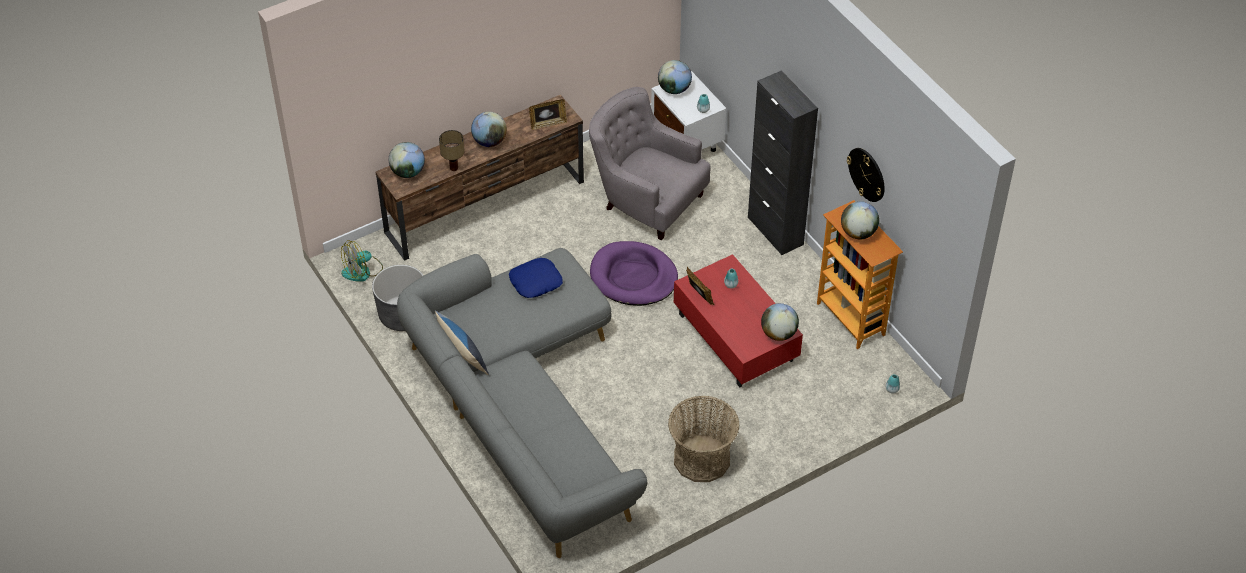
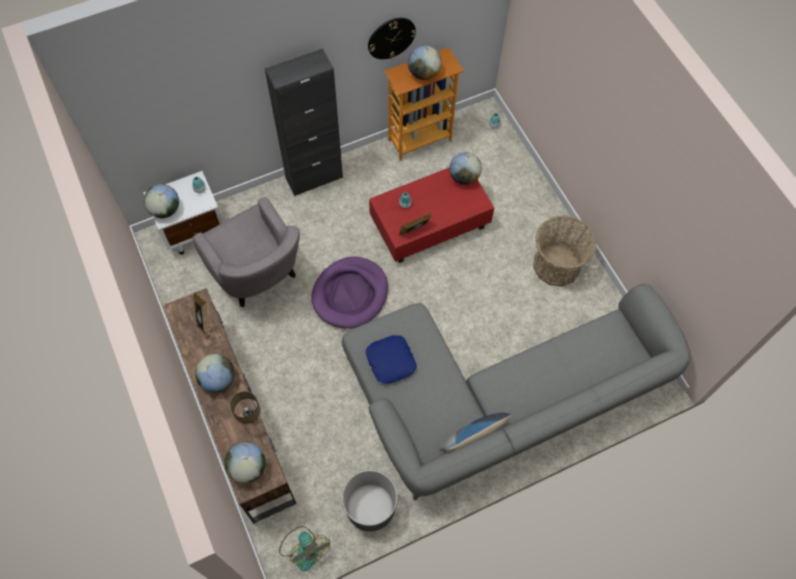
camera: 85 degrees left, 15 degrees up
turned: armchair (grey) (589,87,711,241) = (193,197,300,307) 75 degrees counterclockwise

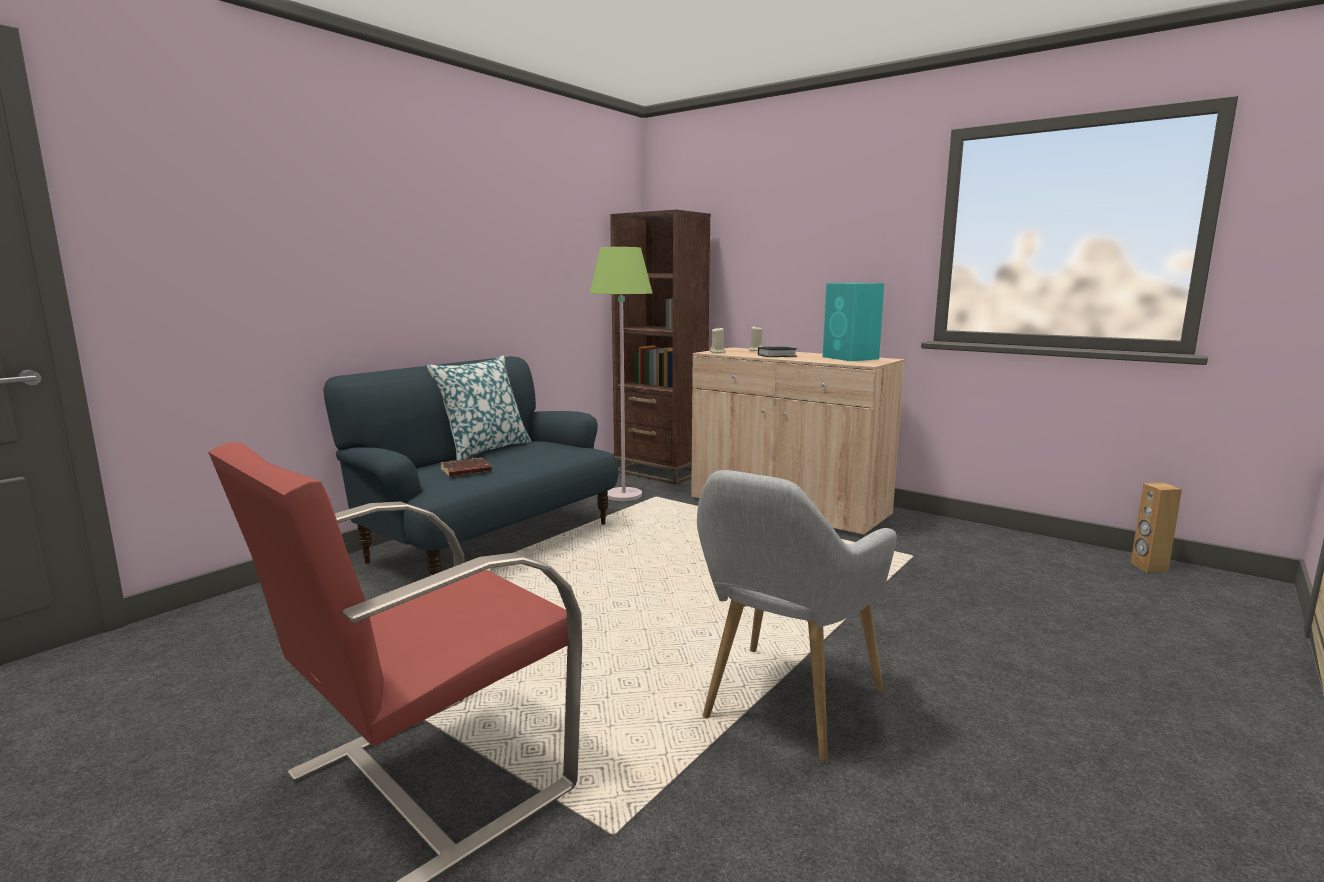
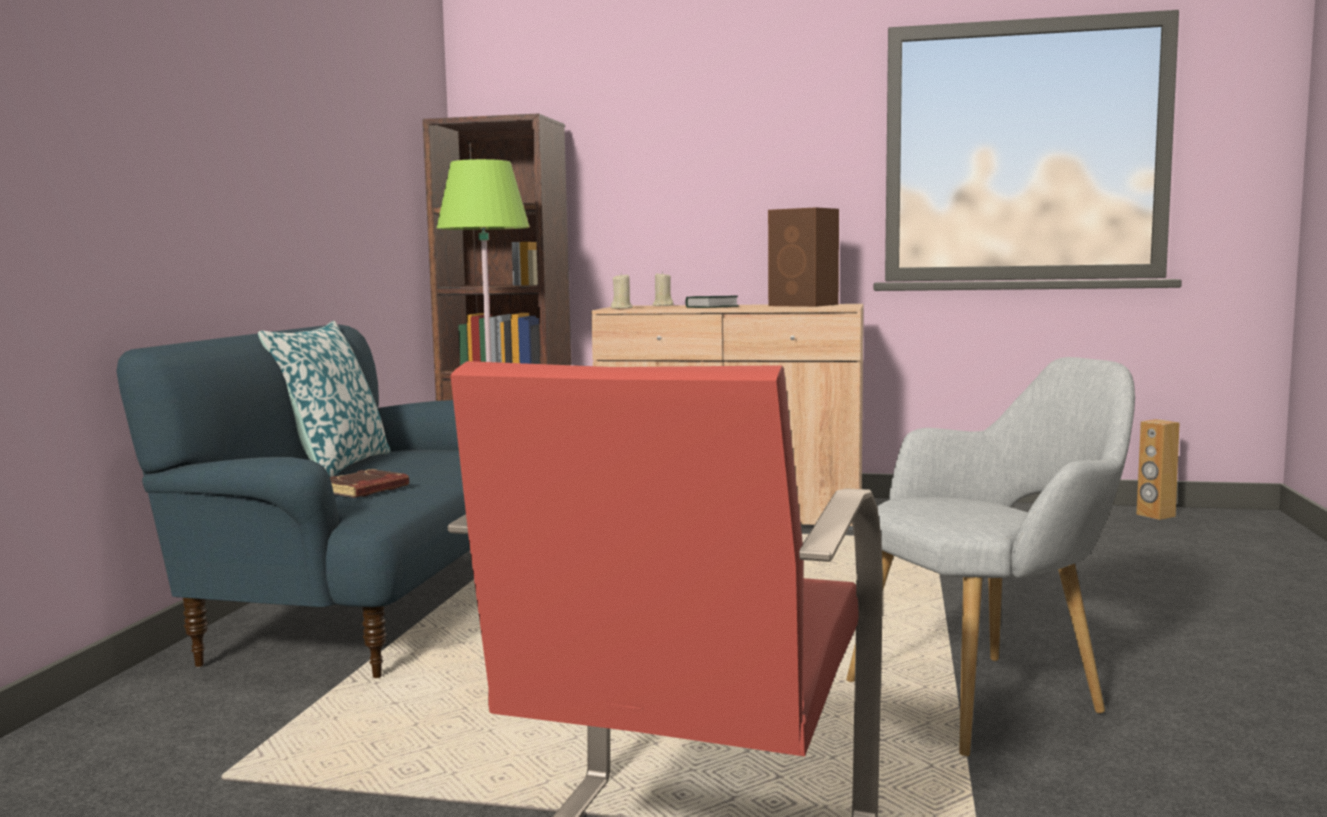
camera: 25 degrees left, 5 degrees down
recoloured: speaker (turquoise) (823,283,884,361) to speaker (brown) (768,207,839,307)
turned: armchair (grey) (697,470,897,762) = (846,357,1135,757) 120 degrees counterclockwise

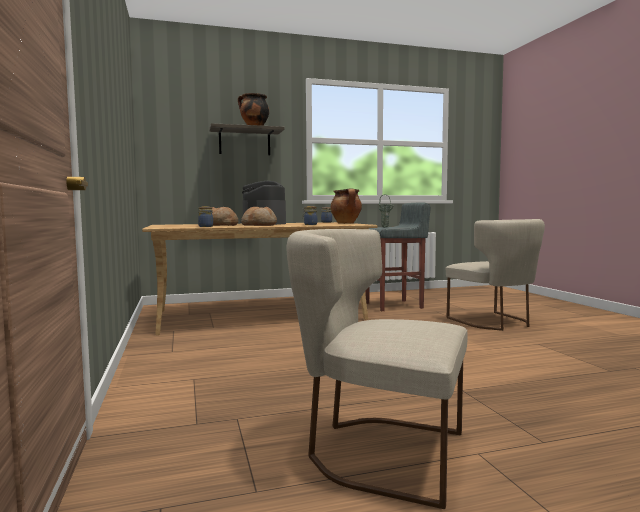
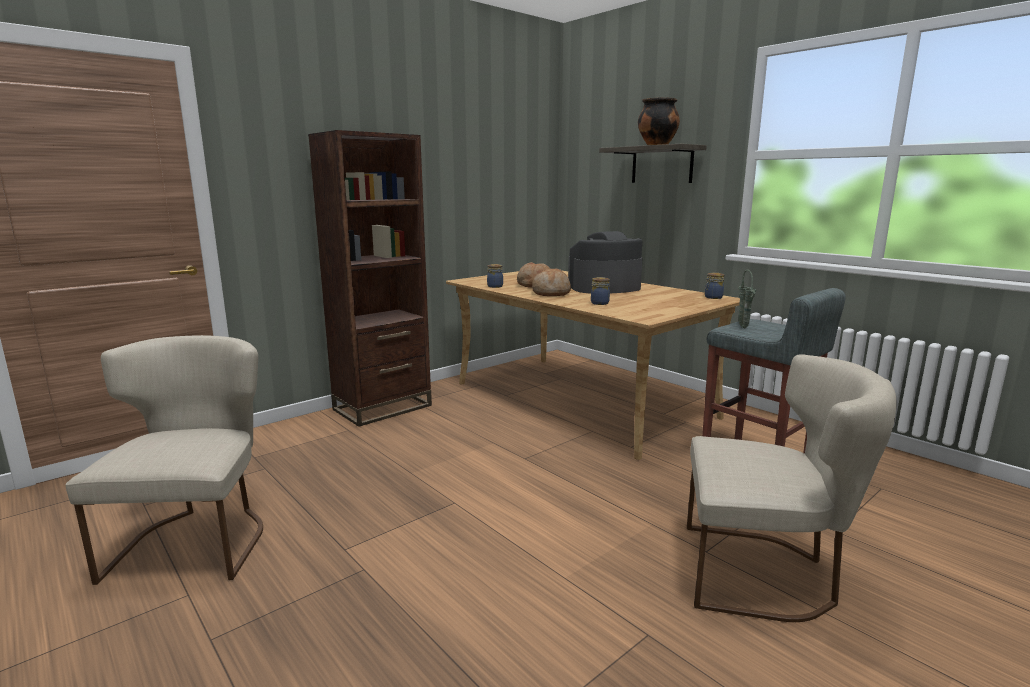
camera: 65 degrees right, 10 degrees up
removed: cooking pot (331,188,362,224)
added: bookcase (brown) (308,130,432,427)
turned: chair (beige) (446,219,545,331) = (687,354,897,622) 120 degrees counterclockwise

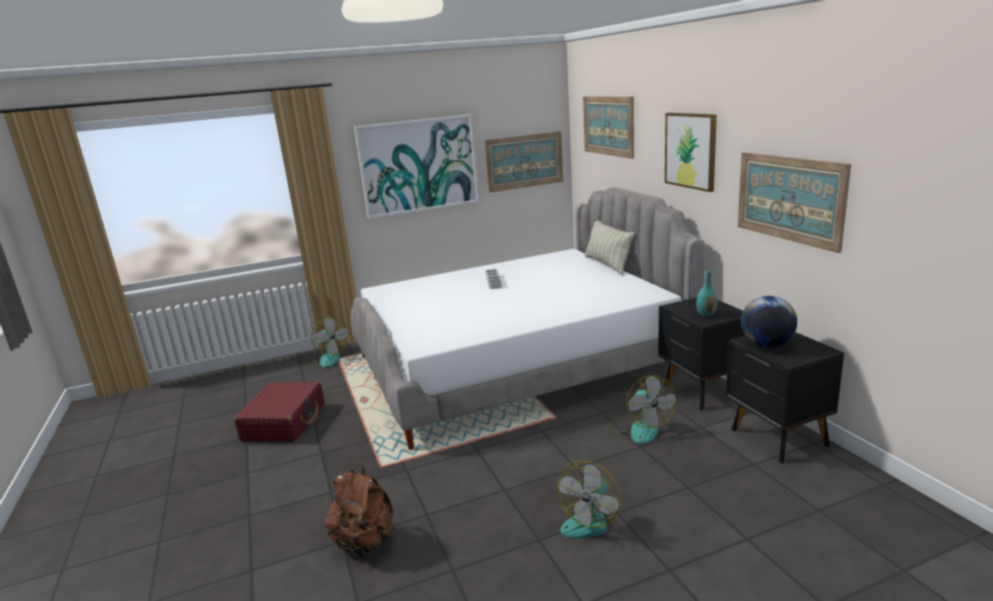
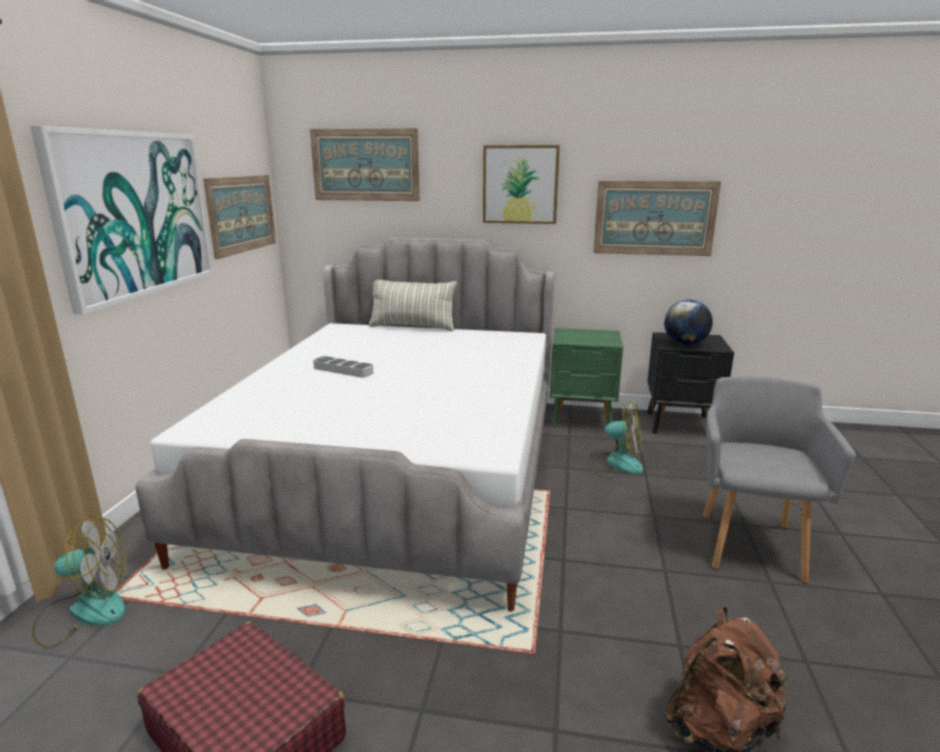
camera: 60 degrees left, 0 degrees up
removed: vase (turquoise) (696,271,717,317)
replaced: fan (558,461,621,539) to armchair (grey) (703,376,856,584)
recoloured: nightstand (black) (658,297,745,410) to nightstand (green) (550,328,623,427)

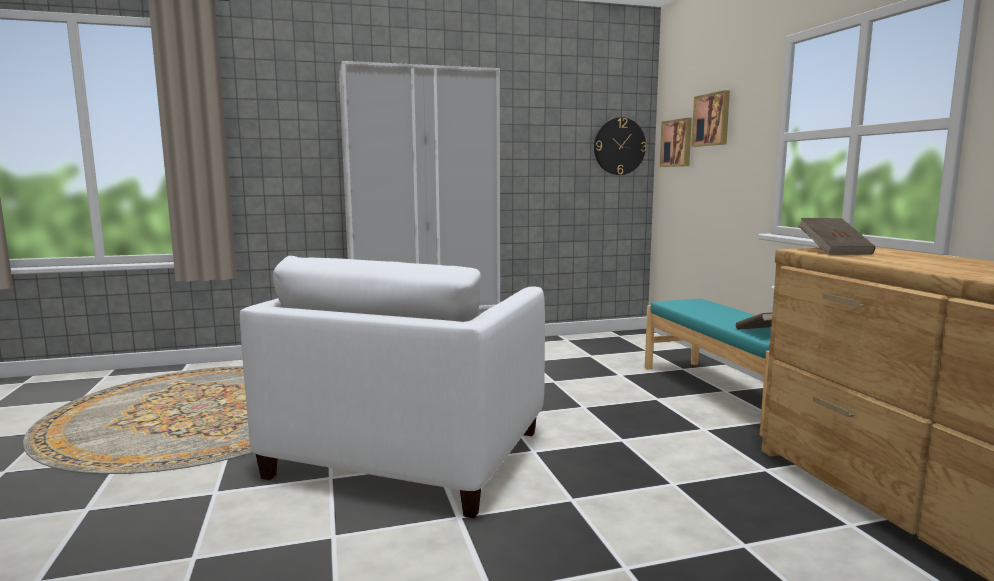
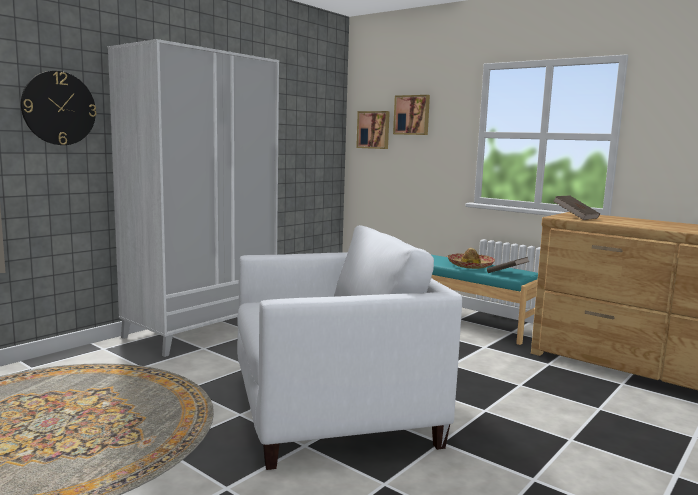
camera: 35 degrees left, 0 degrees up
added: hat (447,248,495,269)
moved: wall clock (594,117,647,175) to (21,71,96,145)
turned: armchair (white) (240,256,545,518) = (237,225,462,470) 90 degrees counterclockwise

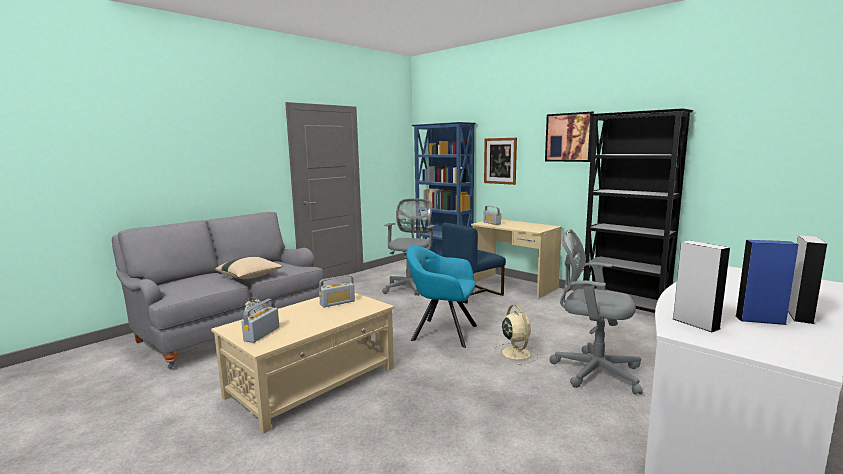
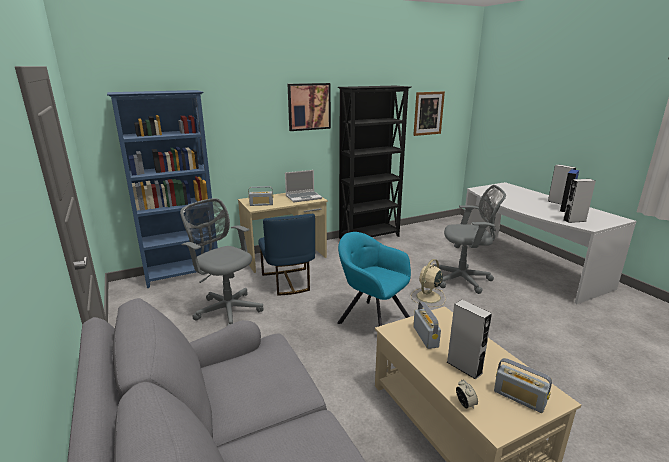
camera: 70 degrees left, 10 degrees up
removed: pillow (beige) (215,256,282,279)
added: laptop (285,170,322,202); speaker (grey) (447,300,492,380)
moved: picture (484,138,517,185) to (413,91,445,136)
turned: armchair (turquoise) (406,246,477,348) = (337,232,411,326) 90 degrees clockwise; fan (beige) (492,305,539,365) = (411,259,446,307) 60 degrees counterclockwise; office chair (grey) (549,229,642,395) = (434,185,506,294) 135 degrees counterclockwise

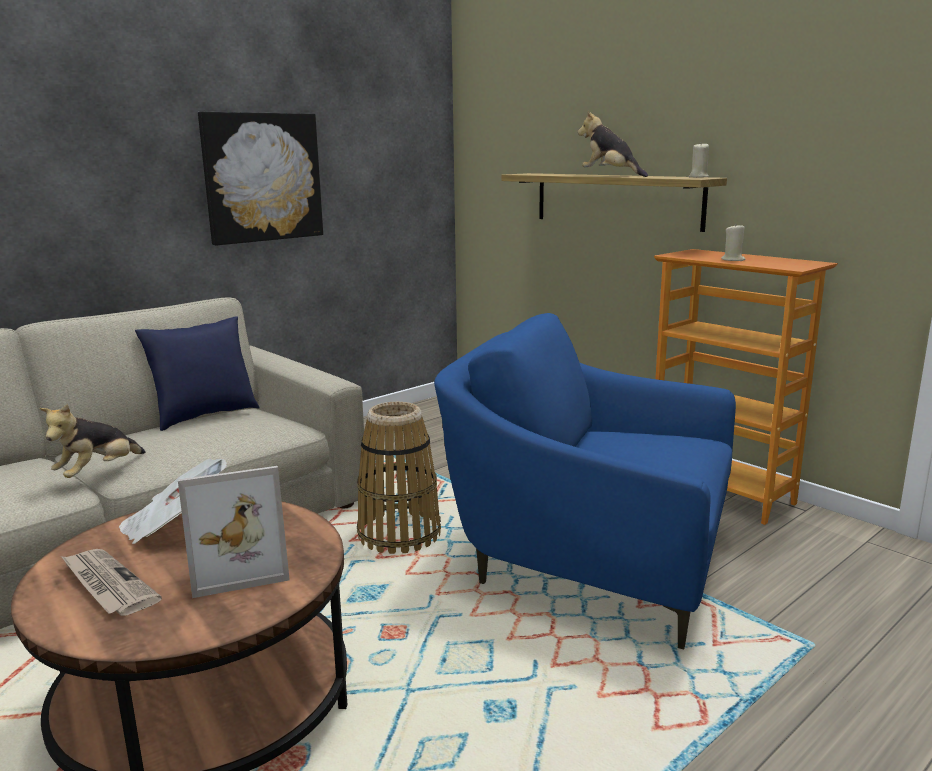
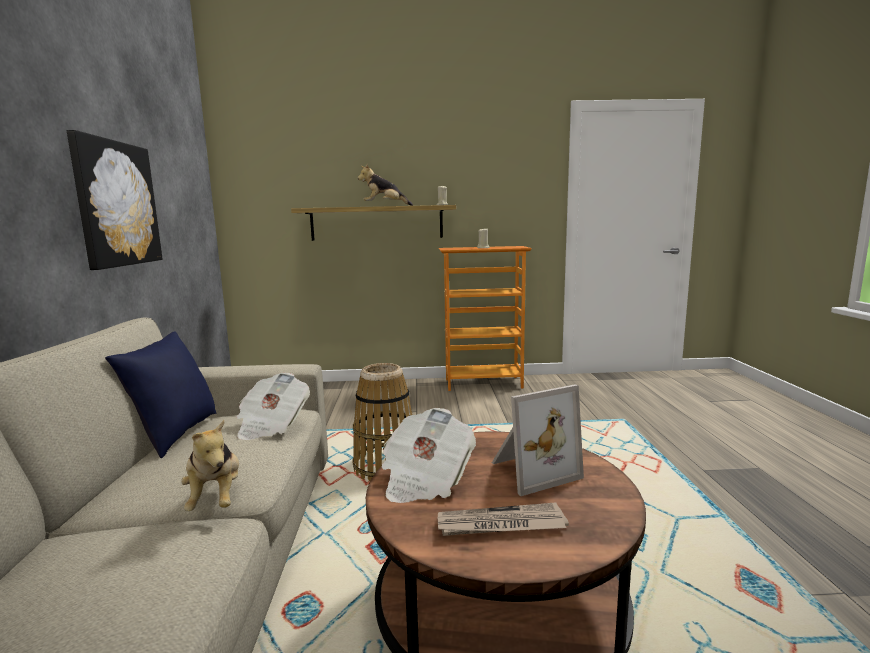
camera: 50 degrees left, 5 degrees down
removed: armchair (blue) (434,313,736,649)
added: newspaper (236,372,310,440)
turned: picture frame (178,466,290,598) = (492,385,584,496) 45 degrees clockwise

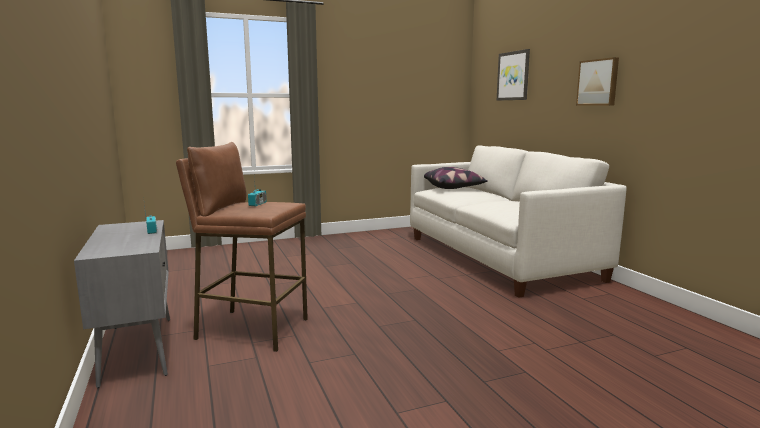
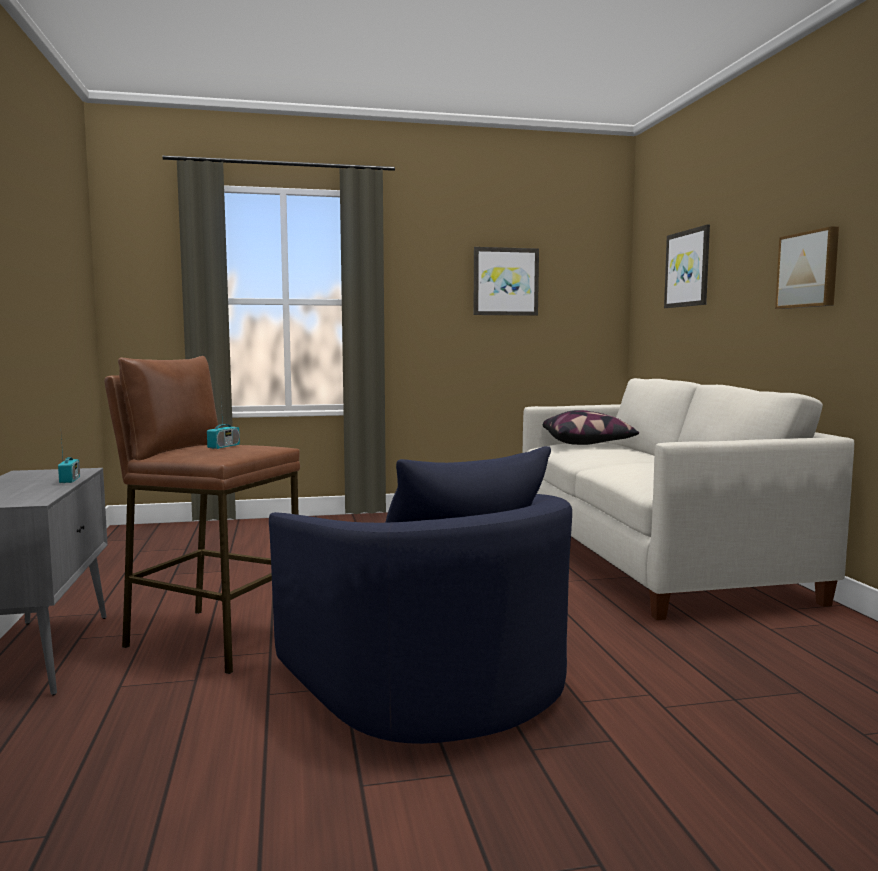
camera: 10 degrees right, 5 degrees down
added: armchair (blue) (269,446,572,744); picture (473,247,539,316)

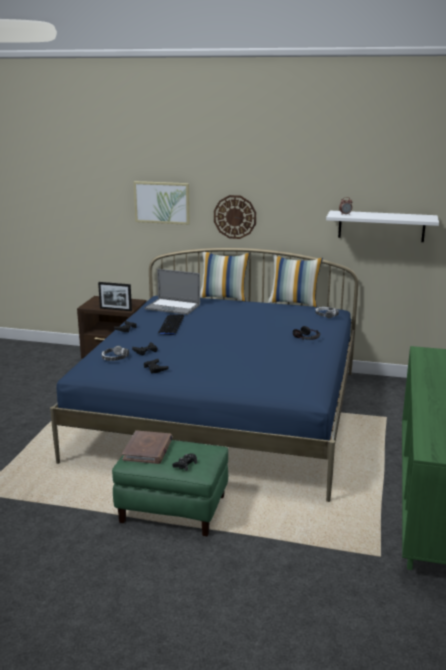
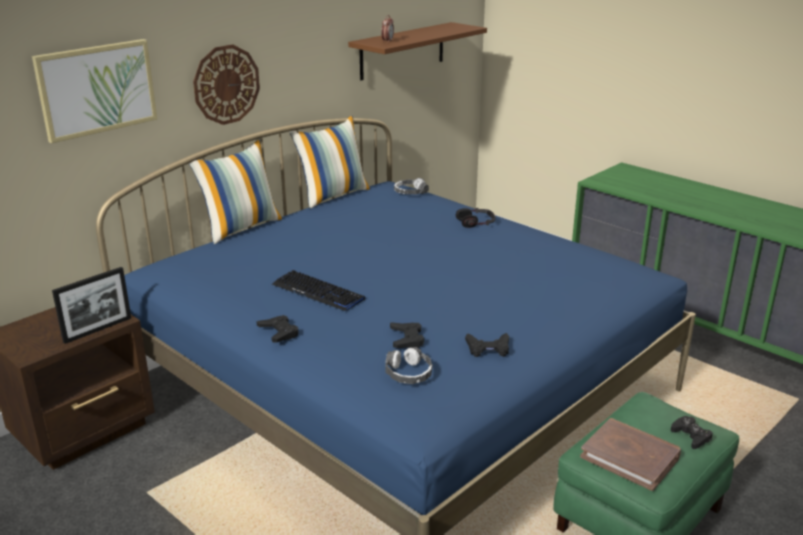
camera: 60 degrees left, 5 degrees up
removed: laptop (145,269,200,315)
recoloured: shelf (white) (326,211,439,242) to shelf (brown) (348,22,487,80)

